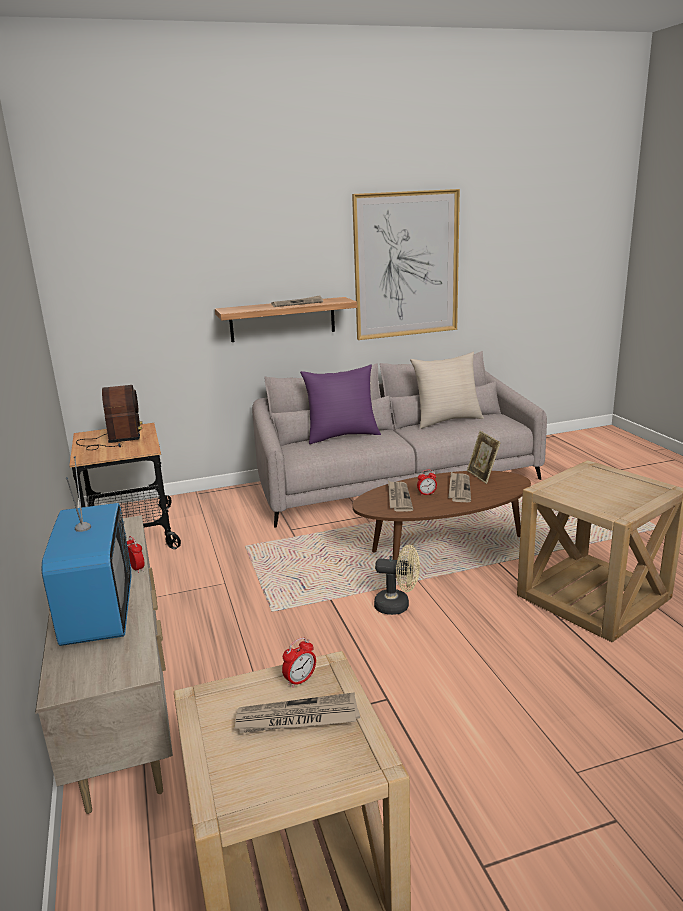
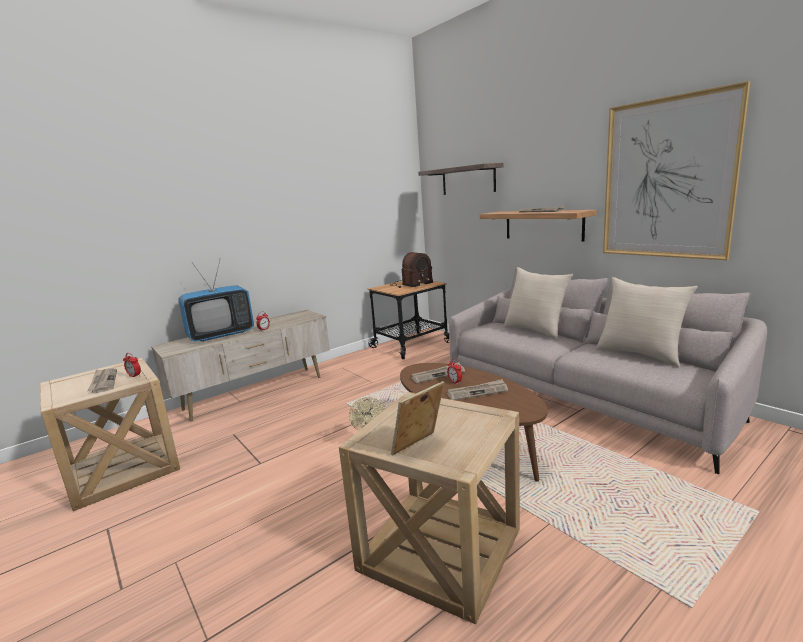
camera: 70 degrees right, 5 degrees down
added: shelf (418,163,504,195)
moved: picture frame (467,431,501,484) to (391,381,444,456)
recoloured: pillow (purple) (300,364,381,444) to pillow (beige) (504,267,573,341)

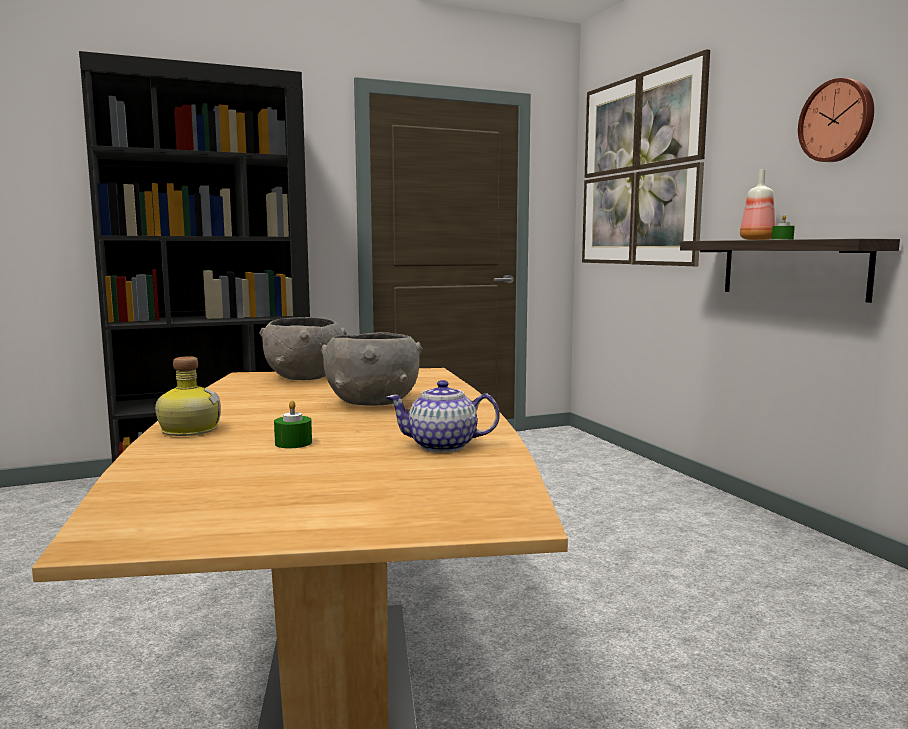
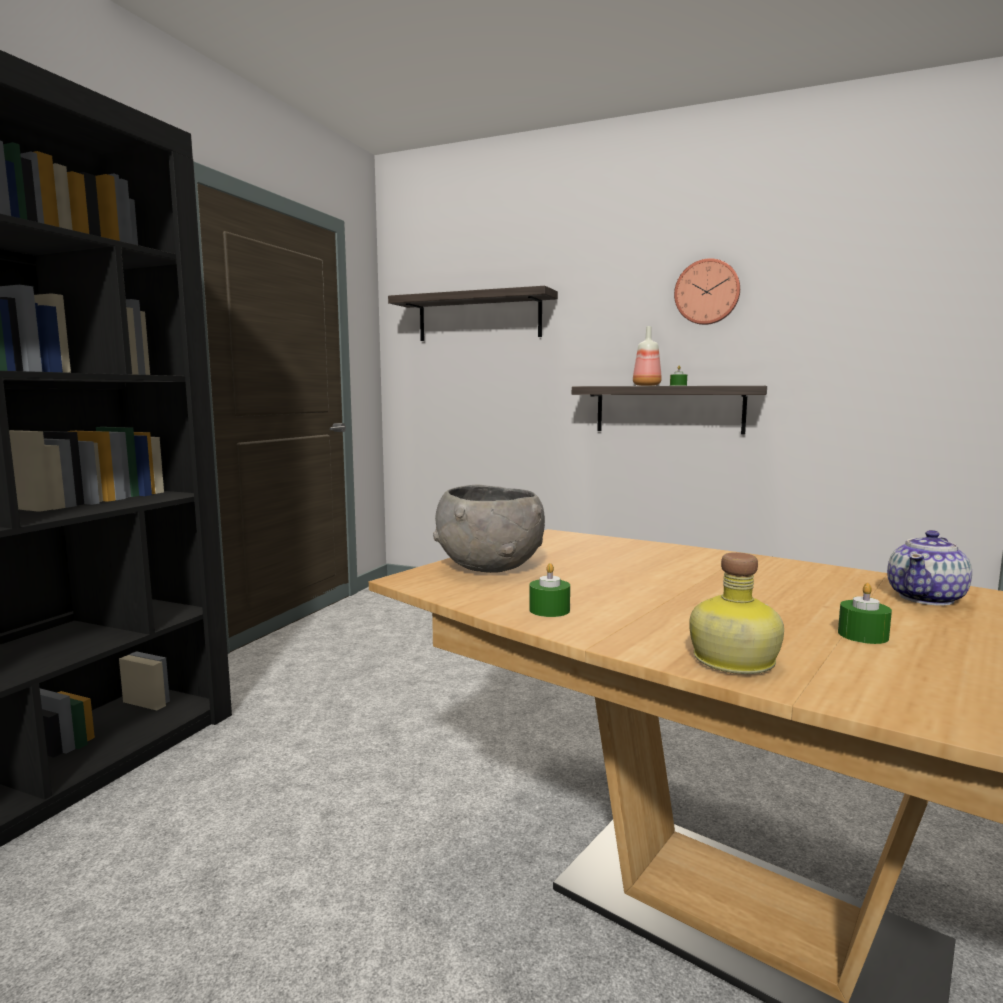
camera: 45 degrees left, 0 degrees up
removed: bowl (grey) (320,332,423,406)
added: candle (green) (529,563,570,617)
replaced: picture (582,49,710,266) to shelf (388,286,558,341)

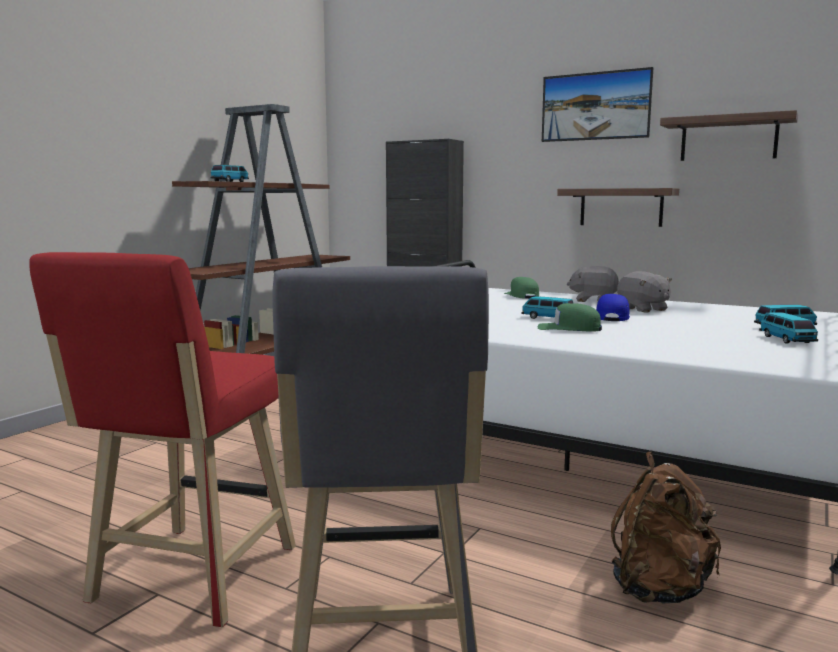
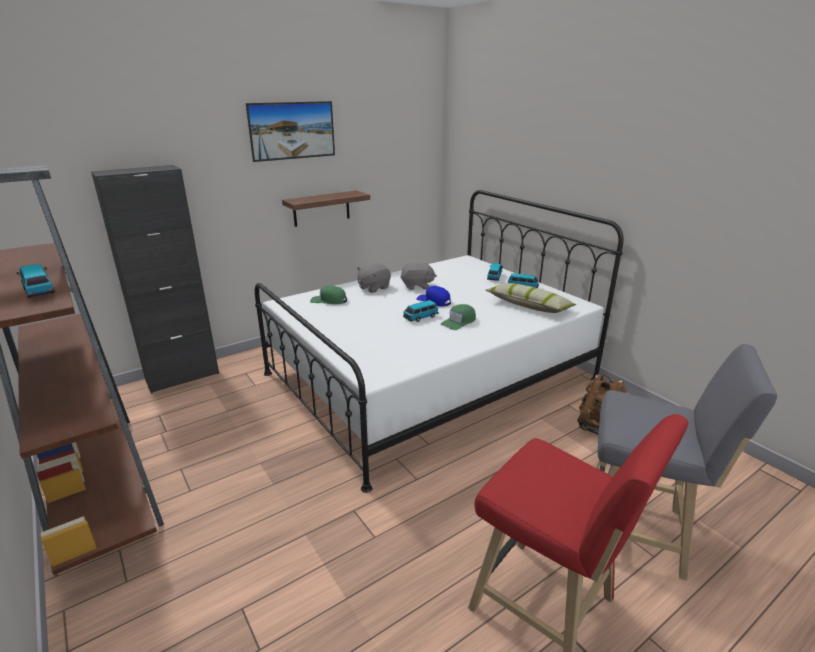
camera: 65 degrees left, 15 degrees up
removed: shelf (660,110,798,161)
added: pillow (486,283,576,313)

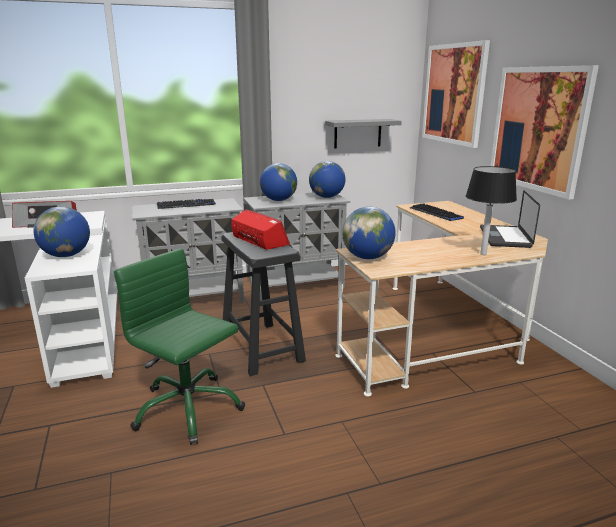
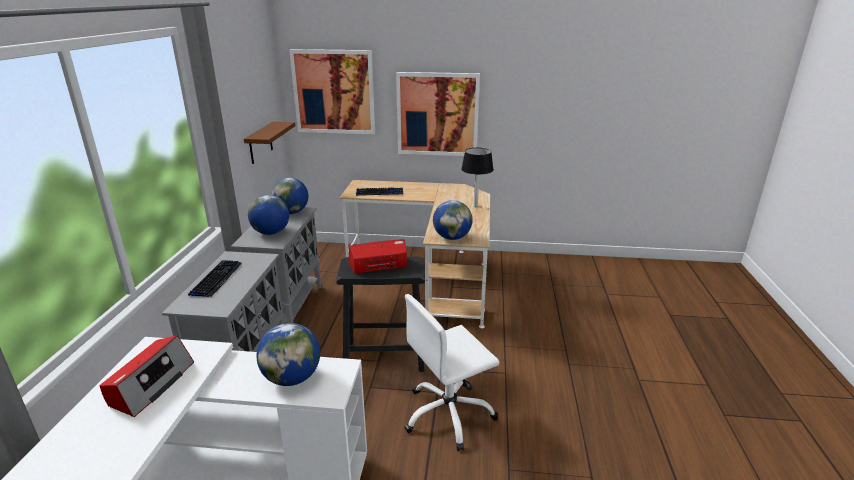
camera: 65 degrees left, 5 degrees up
removed: laptop (480,190,540,248)
recoloured: office chair (green) (114,248,245,445) to office chair (white) (404,294,499,451); shelf (grey) (325,119,402,148) to shelf (brown) (244,122,295,164)

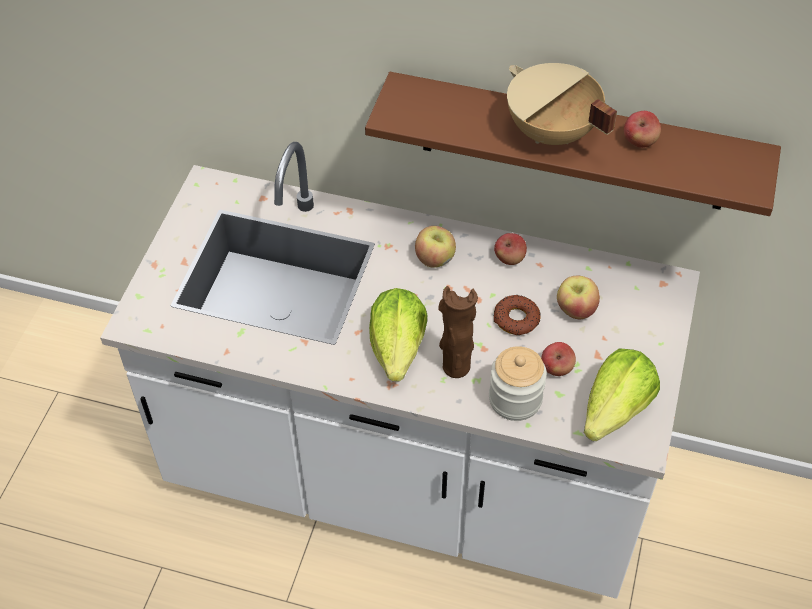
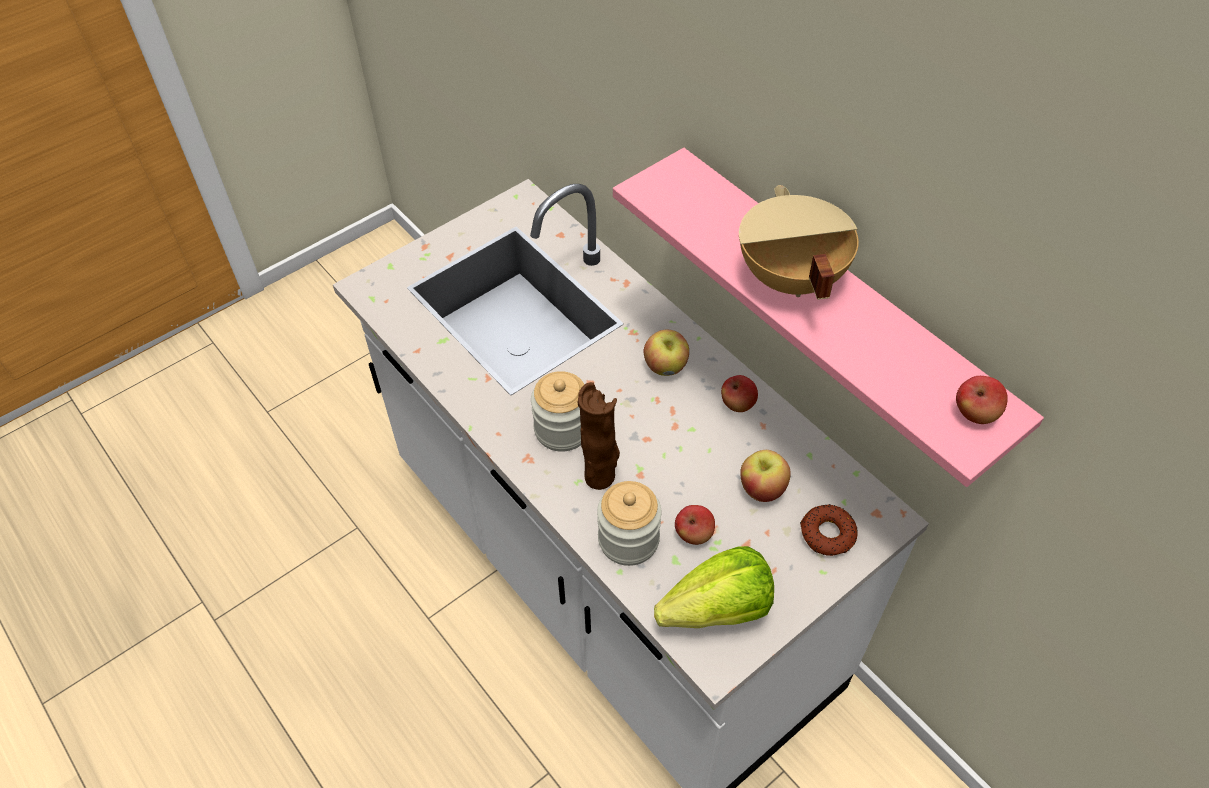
camera: 35 degrees right, 0 degrees up
moved: donut (493,295,541,335) to (800,504,858,556); apple (624,111,661,148) to (956,376,1008,424)
replaced: lettuce (369,288,427,381) to jar (531,371,584,452)
recoloured: shelf (brown) (365,72,781,216) to shelf (pink) (613,148,1044,487)

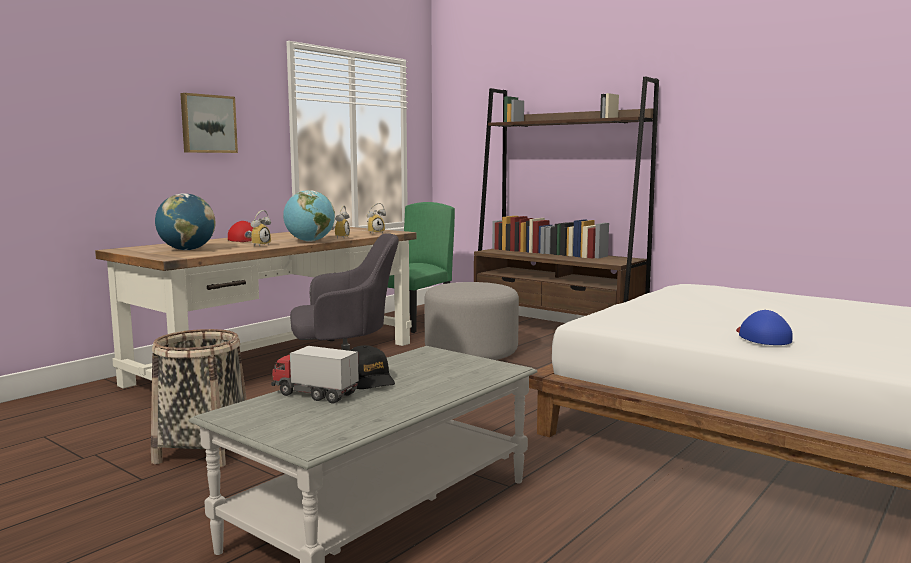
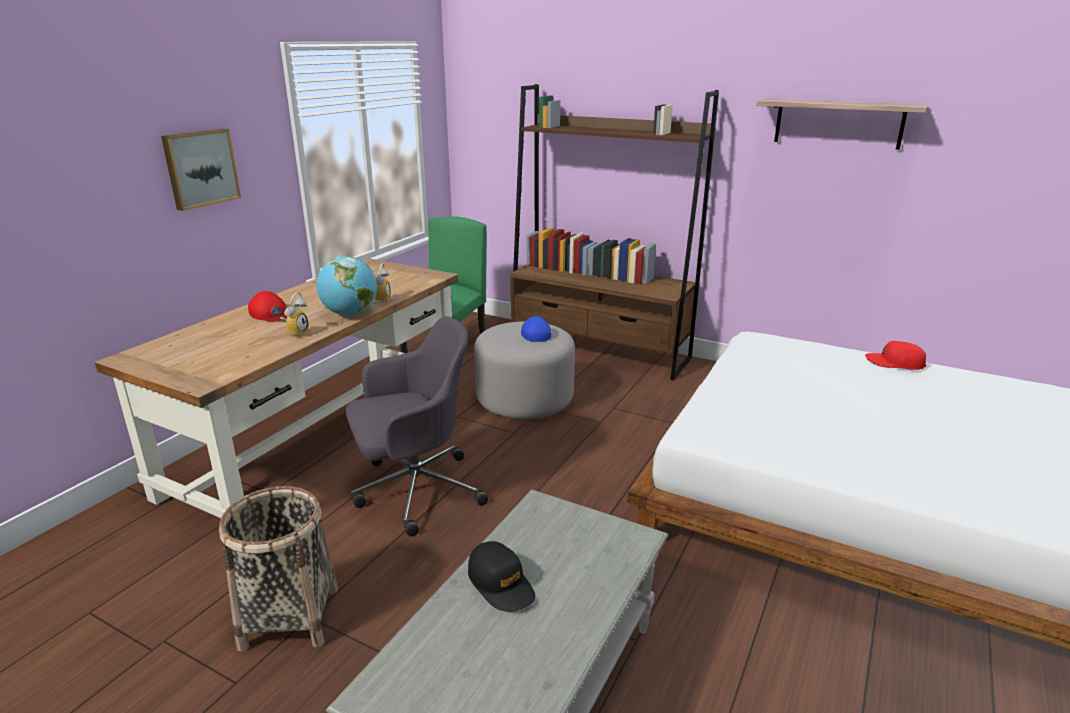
camera: 10 degrees left, 15 degrees up
removed: globe (155,193,216,250); toy truck (271,346,359,404); alarm clock (367,203,386,234)
added: shelf (756,99,928,150); cap (red) (865,341,926,370)
moved: cap (blue) (736,310,793,345) to (521,316,551,342)

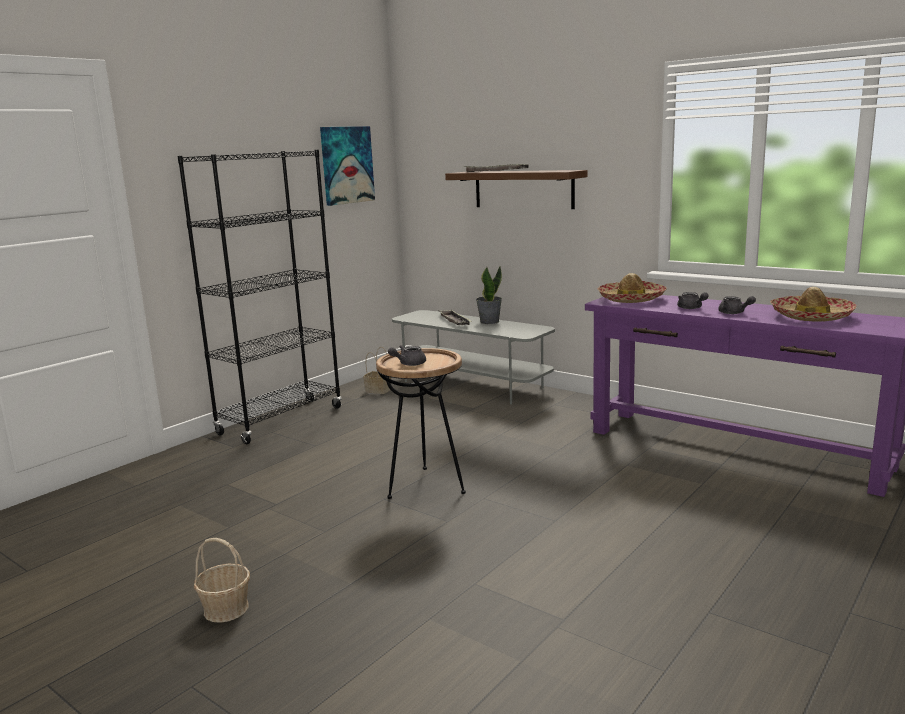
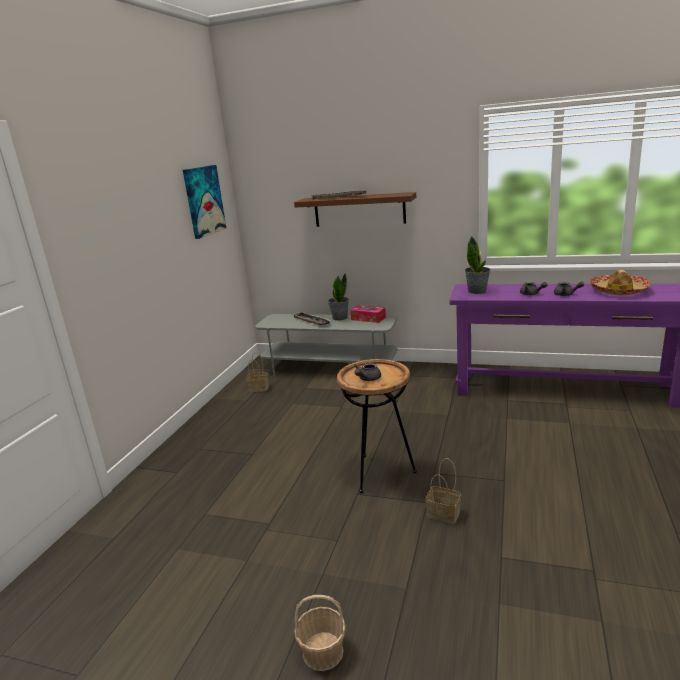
camera: 20 degrees left, 5 degrees up
removed: bookcase (black) (178,150,342,444)
added: tissue box (350,305,386,323); basket (426,458,461,524)
replaced: hat (598,273,667,303) to potted plant (465,236,490,294)

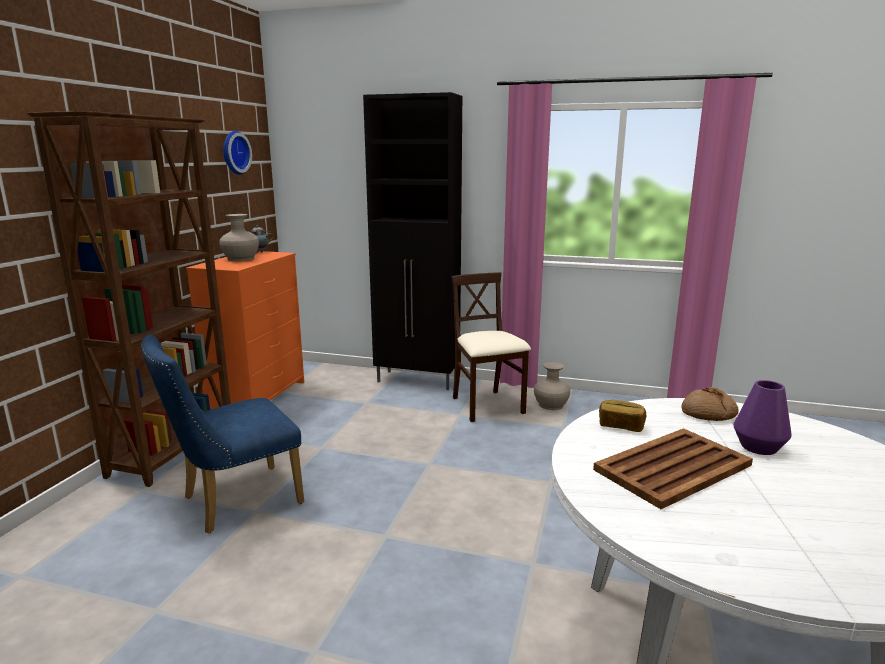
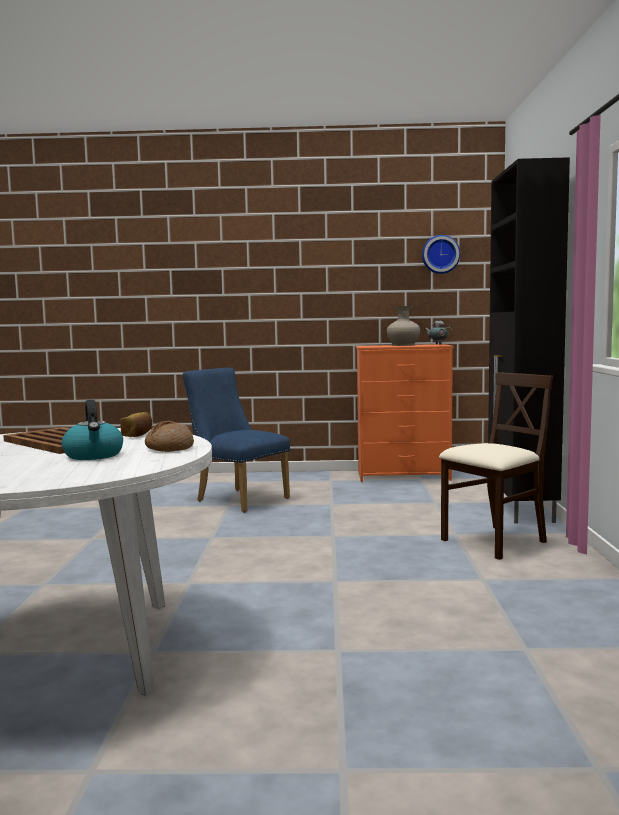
camera: 75 degrees right, 10 degrees down
removed: bookcase (brown) (27,111,231,487); vase (beige) (534,362,570,410)
replaced: vase (purple) (734,380,792,455) to kettle (61,399,123,460)

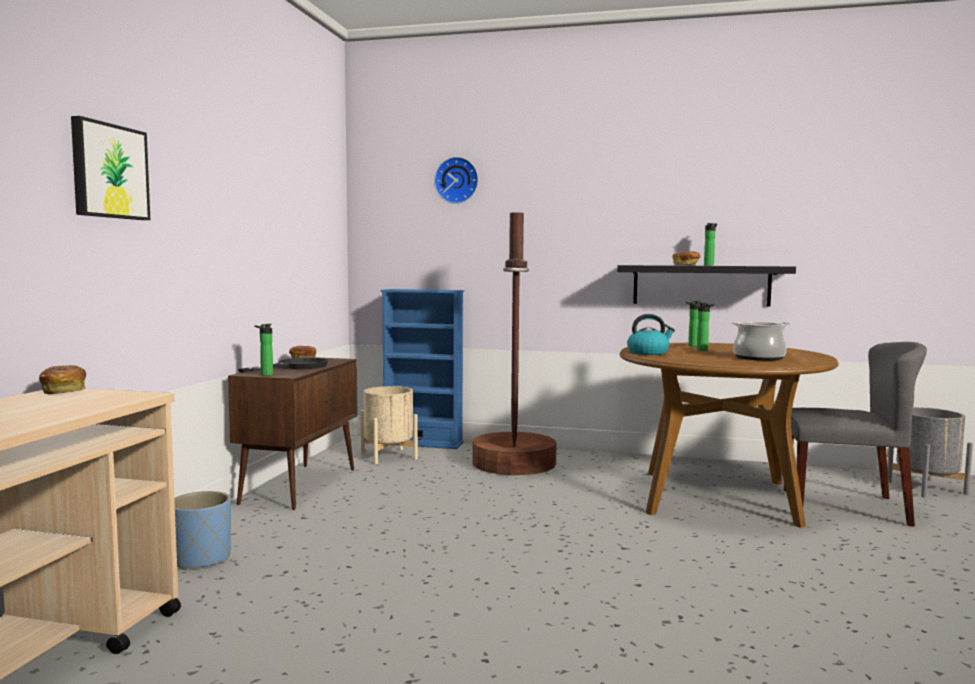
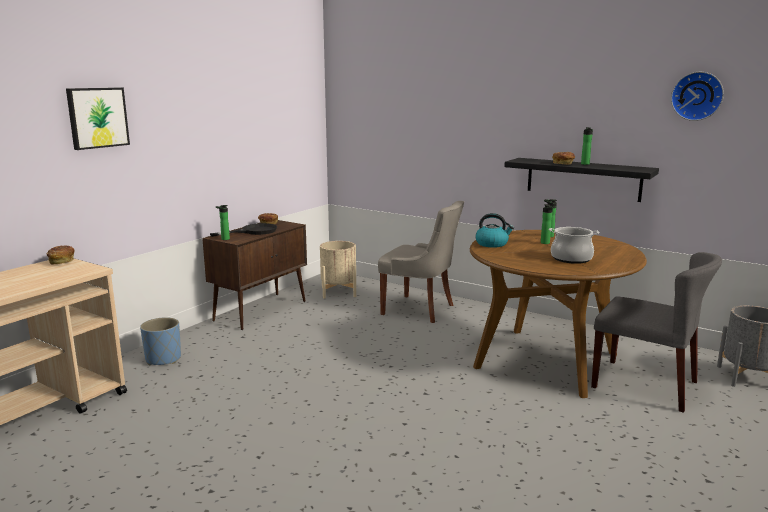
camera: 20 degrees right, 10 degrees up
removed: bookcase (blue) (380,289,464,449)
moved: wall clock (434,157,479,204) to (671,72,724,121)
replaced: floor lamp (brown) (472,212,557,475) to chair (grey) (378,201,464,323)

